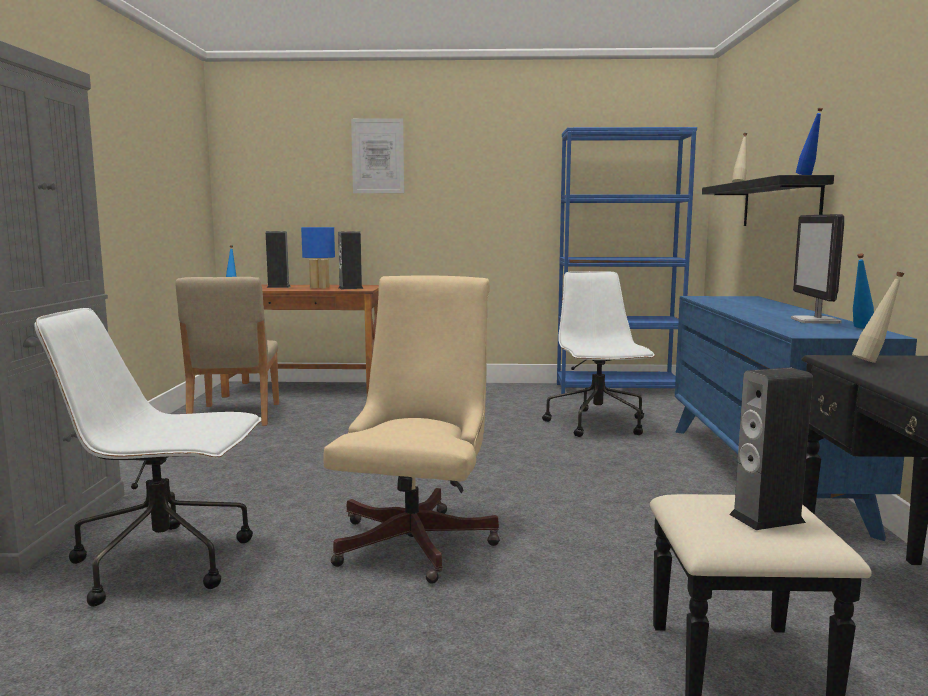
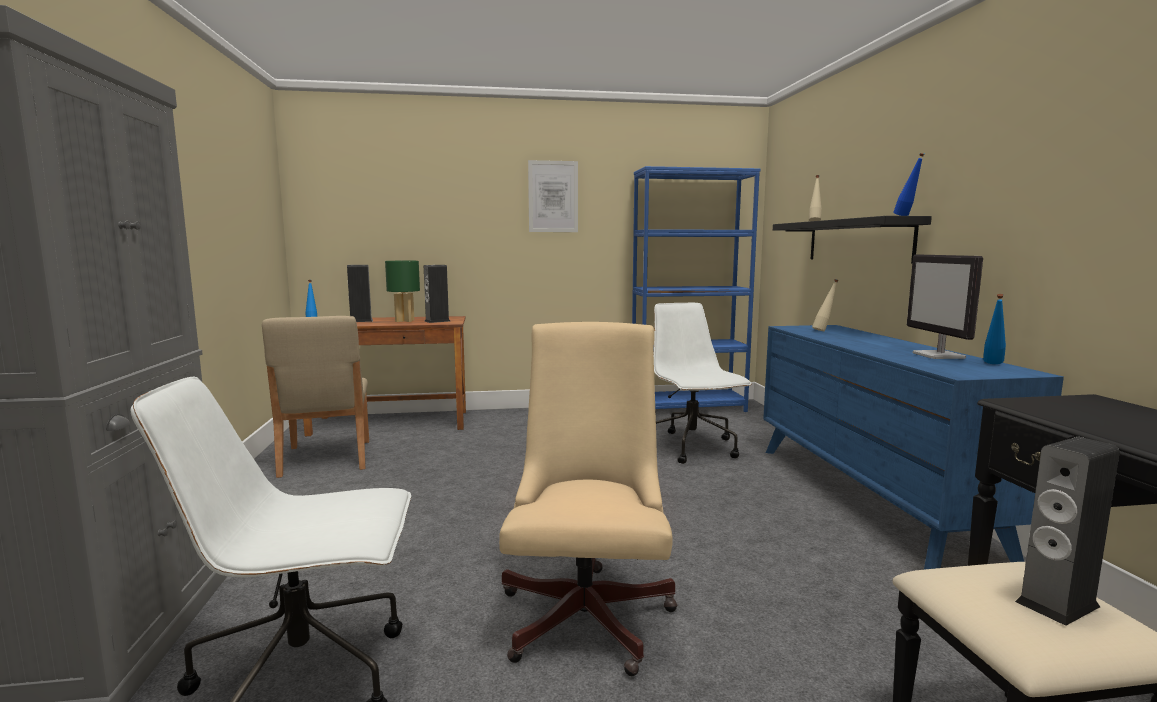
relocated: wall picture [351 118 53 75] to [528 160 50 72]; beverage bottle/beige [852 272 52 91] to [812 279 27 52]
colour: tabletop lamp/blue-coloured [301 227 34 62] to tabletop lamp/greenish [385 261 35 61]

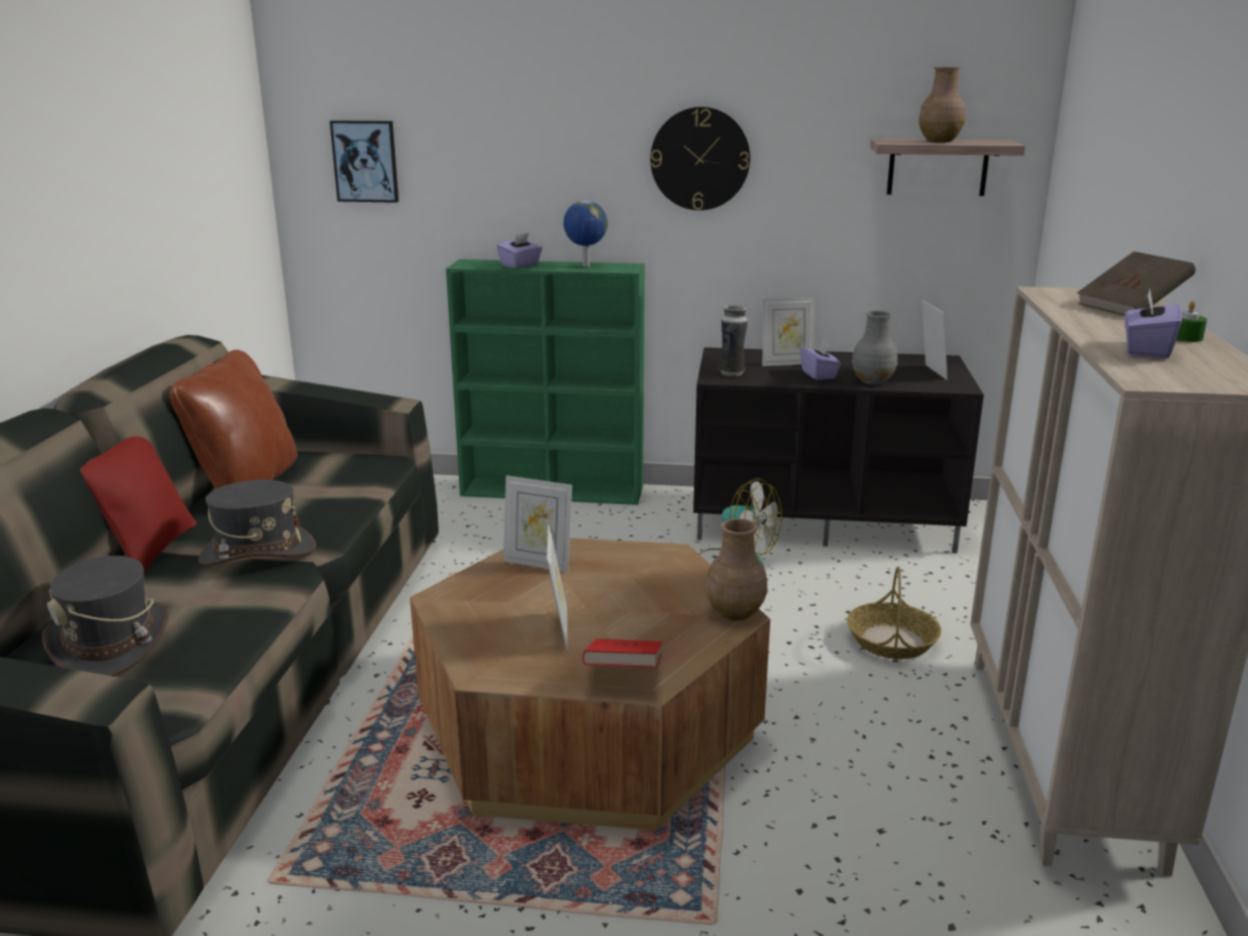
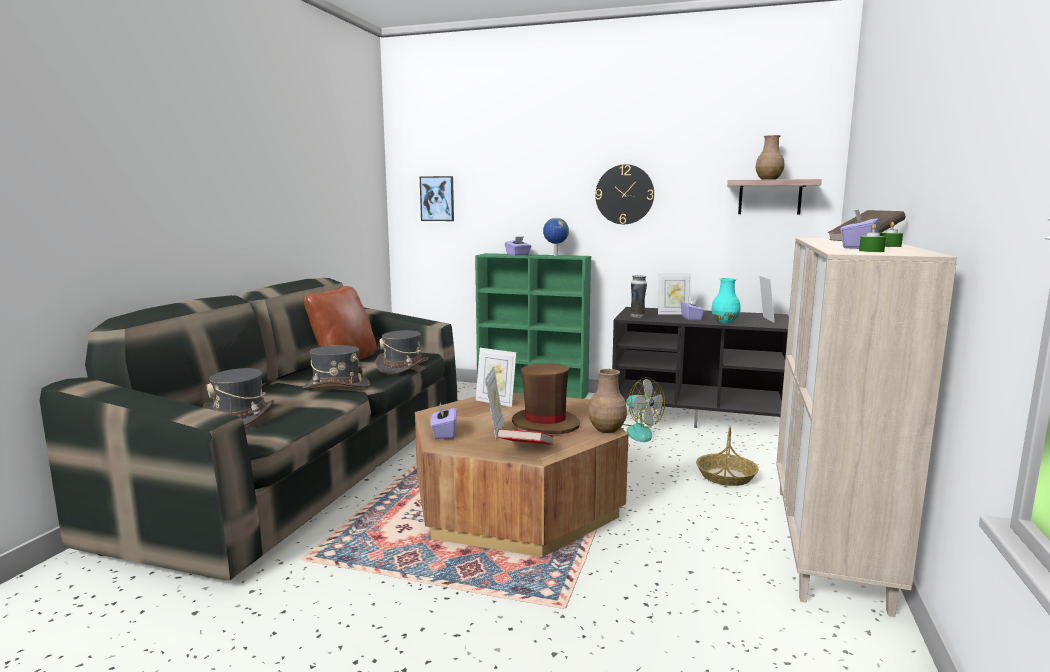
missing: pillow/red-coloured [80 436 117 137]
appeared: wearable hat/greyish [375 330 54 45]; tissue box/purple-coloured [430 402 27 37]; wearable hat/brownish [512 363 68 71]; wax light/greenish [859 224 27 28]
colour: decorative vase/greyish [852 311 46 74] to decorative vase/turquoise [712 278 29 45]

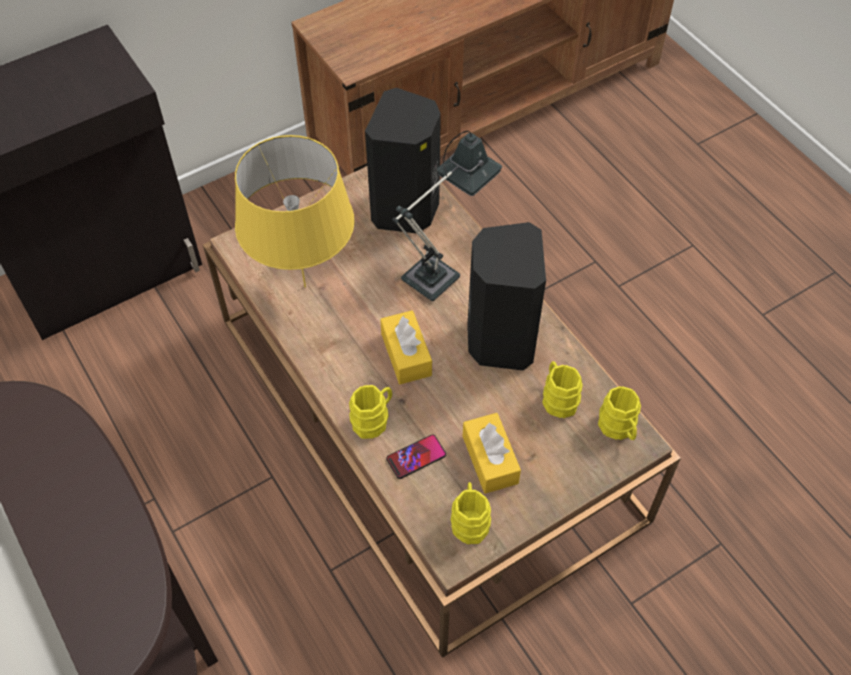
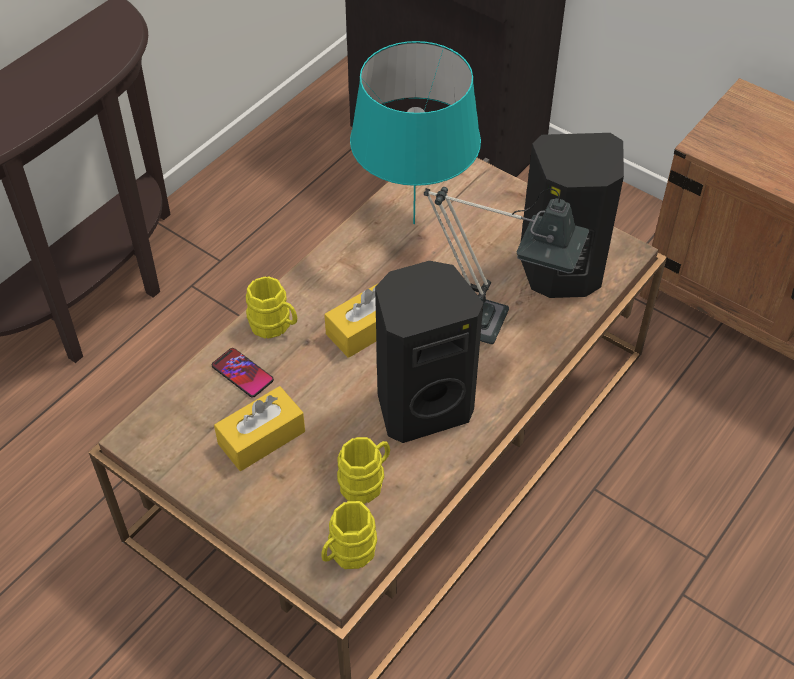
missing: mug/yellow [451 482 40 62]
colour: tabletop lamp/yellow [235 135 120 153] to tabletop lamp/turquoise [350 41 131 183]

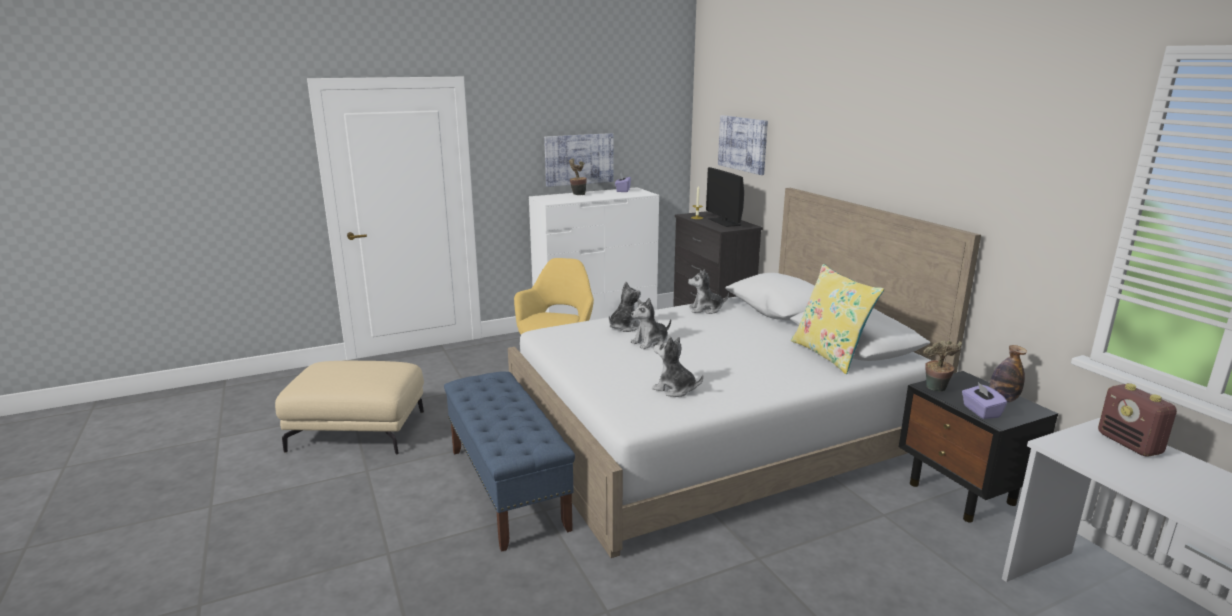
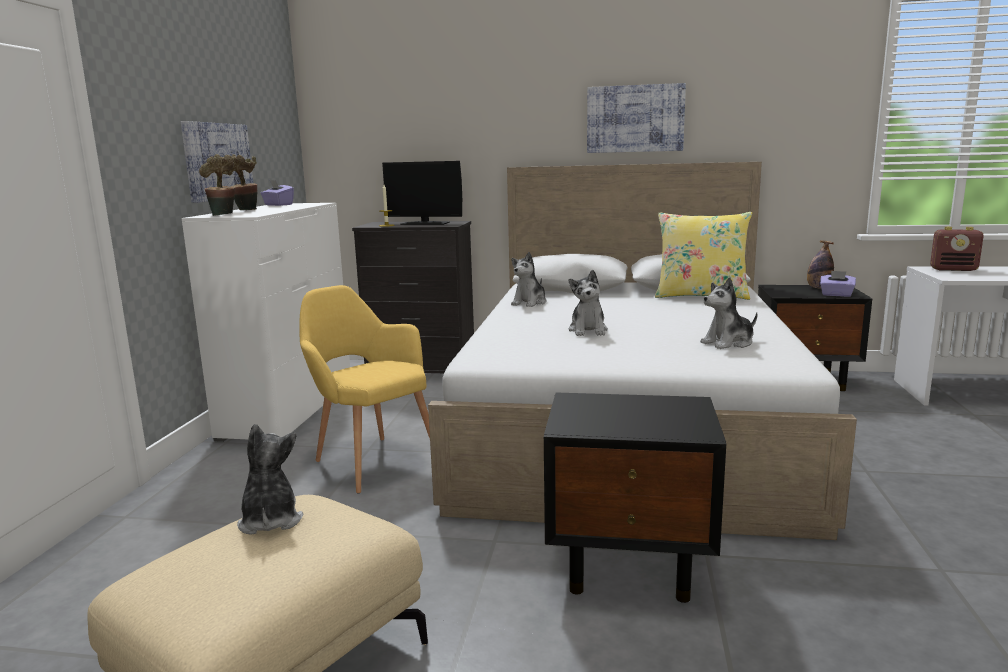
relocated: houseplant [923 340 39 51] to [199 154 36 61]; plush toy [609 282 32 50] to [237 424 66 111]; wall picture [718 115 50 60] to [587 83 99 70]
exchanged: bench/blue-coloured [444 371 131 181] to bedside table/black [544 393 182 210]

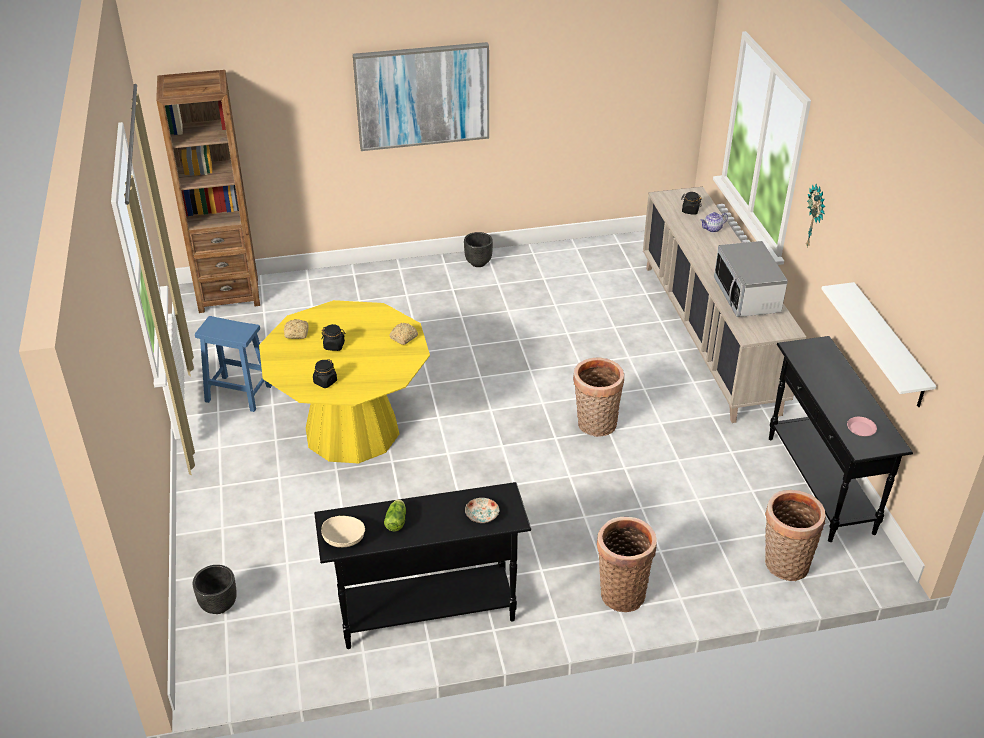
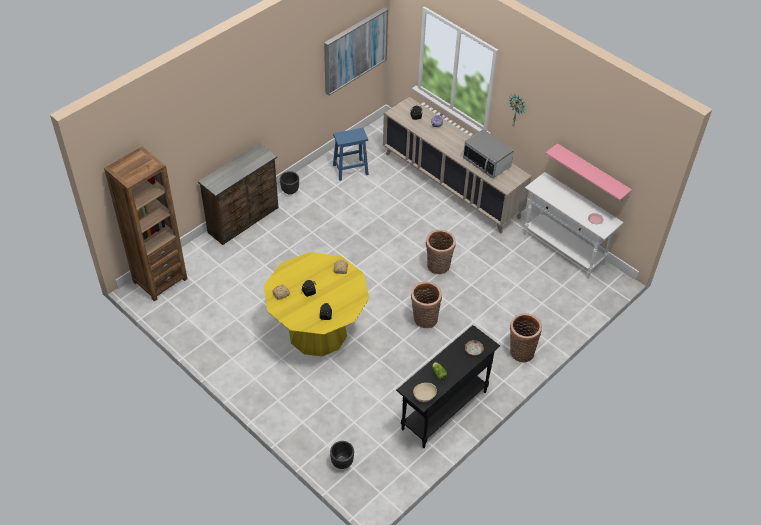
appeared: dresser/brownish [198 143 81 102]
relocated: wall picture [353 42 136 109] to [324 7 64 89]; sitting stool/blue-coloured [195 316 77 96] to [333 128 36 53]; storage basket [765 490 61 91] to [411 282 31 46]
colour: narrow table/black [769 336 144 206] to narrow table/whitish [524 172 100 106]; shelf/whitish [821 282 115 125] to shelf/pink-coloured [545 143 87 57]

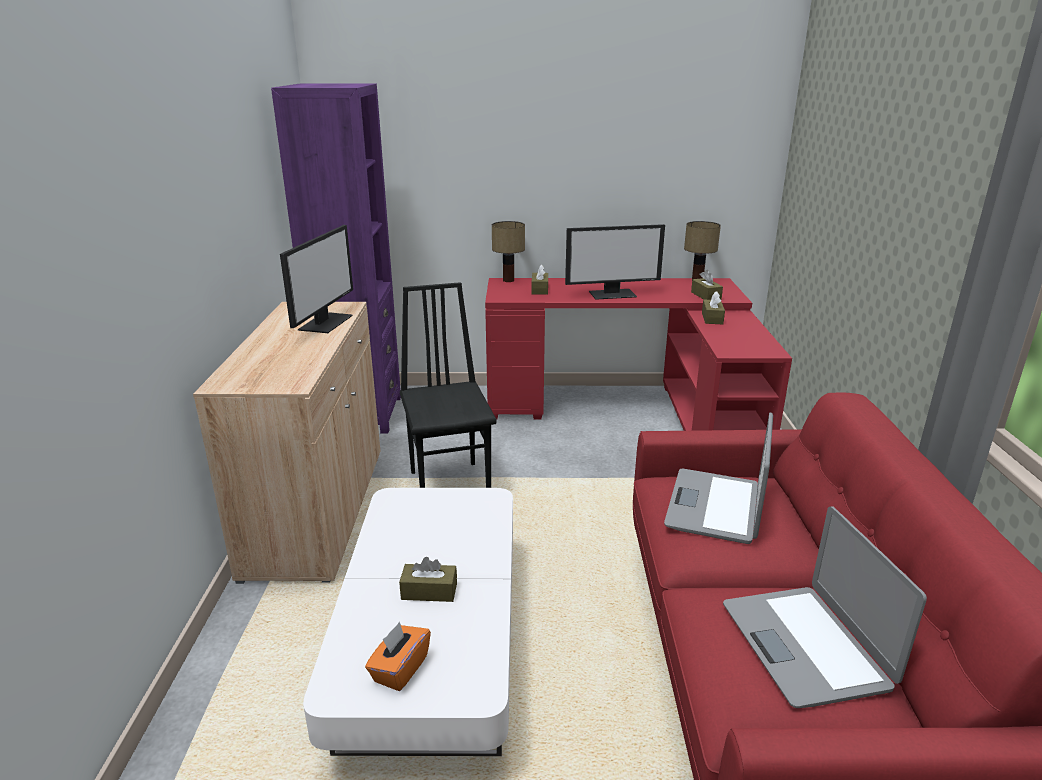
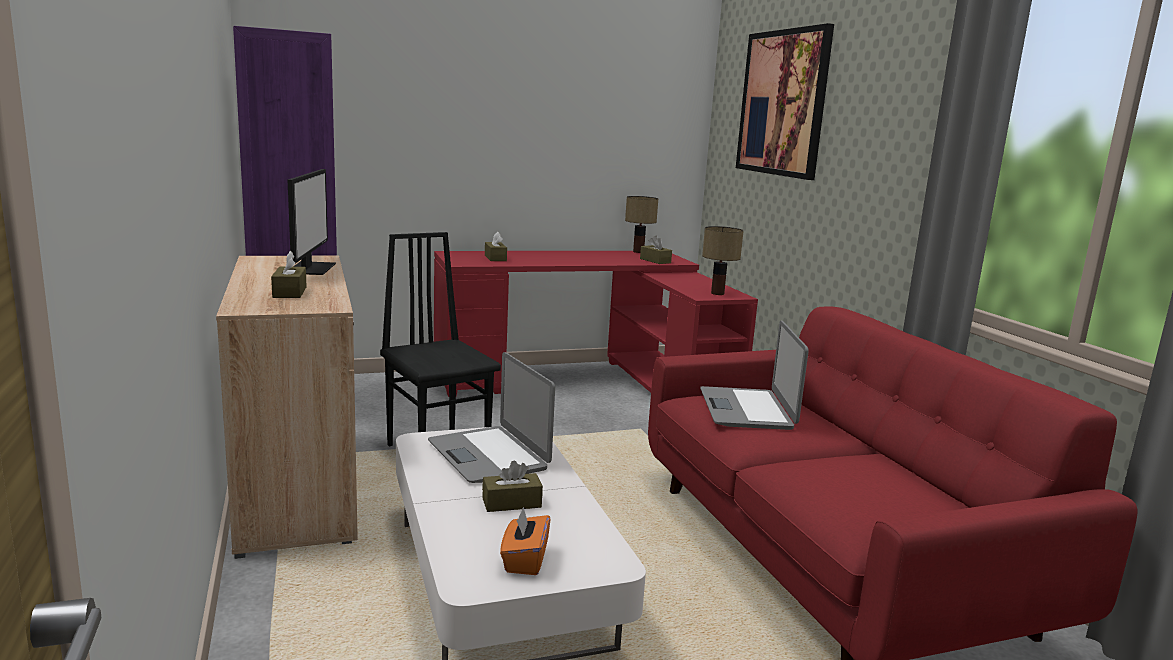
missing: computer screen [565 224 100 76]
appeared: wall picture [736 23 98 157]
relocated: tissue box/brownish [702 292 23 32] to [271 251 36 47]; portable computer [723 507 204 201] to [428 352 127 131]; tabletop lamp [492 221 33 61] to [702 226 42 69]

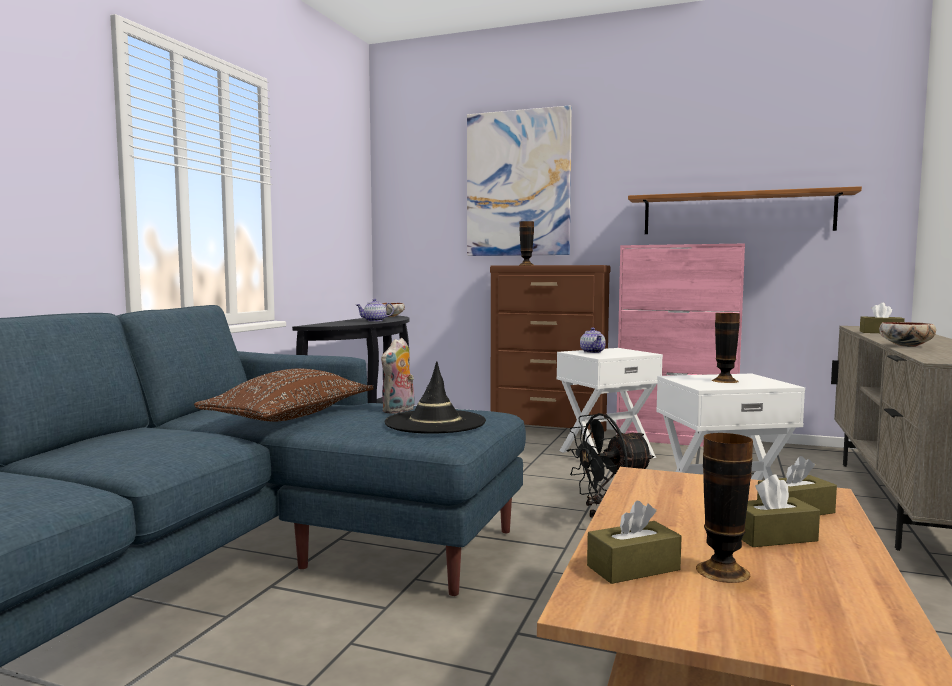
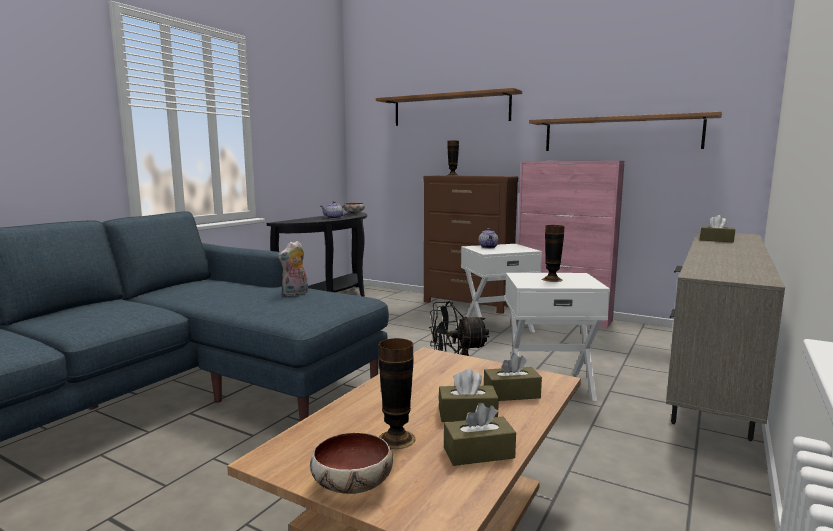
missing: pillow/brownish [194 369 180 52]; wearable hat/black [384 361 102 73]
relocated: serving bowl [879 322 57 25] to [310 433 83 61]; tissue box/brownish [587 501 95 83] to [444 403 72 63]
exchanged: wall picture [467 105 105 151] to shelf [376 88 146 38]

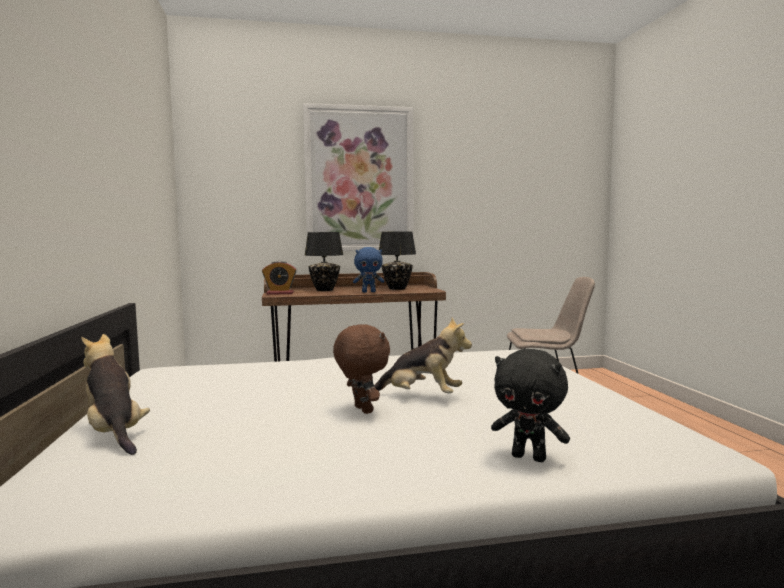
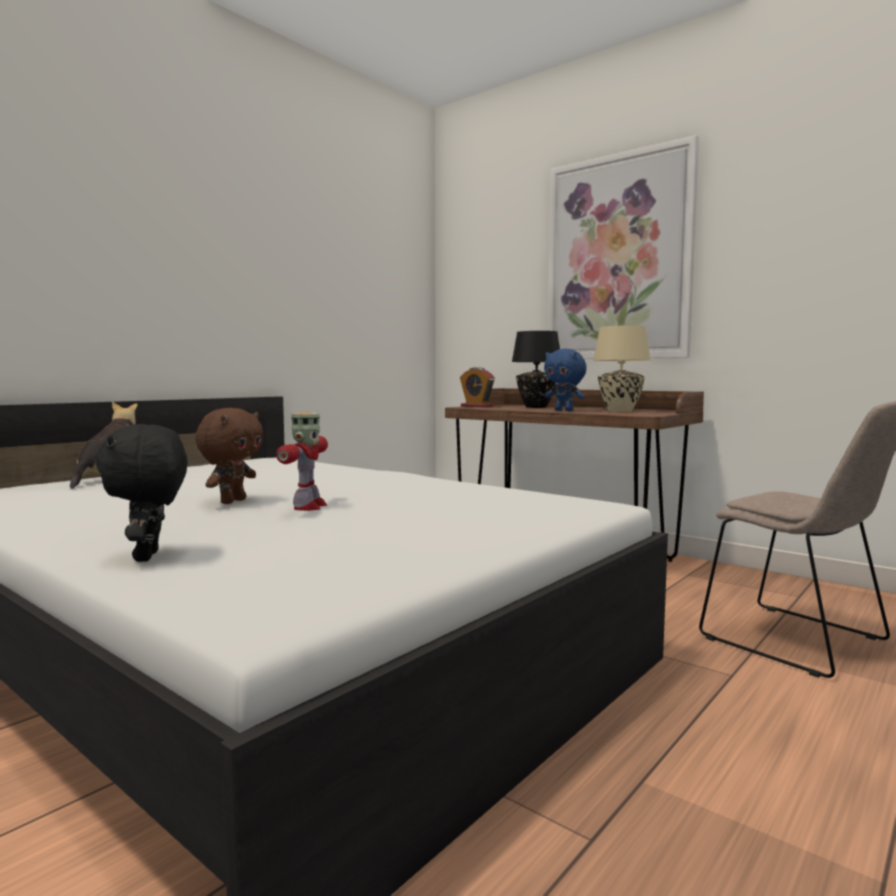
exchanged: plush toy [374 318 98 75] to toy robot [276 412 52 99]
colour: tabletop lamp/black [379 231 37 59] to tabletop lamp/beige [593 325 57 87]

